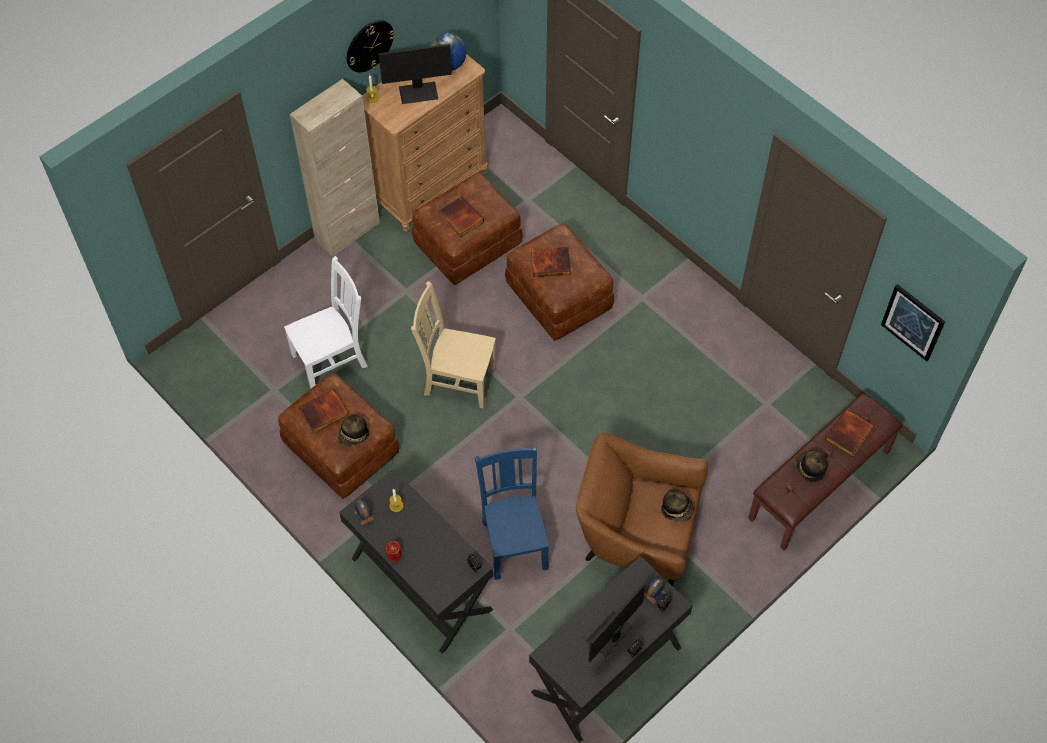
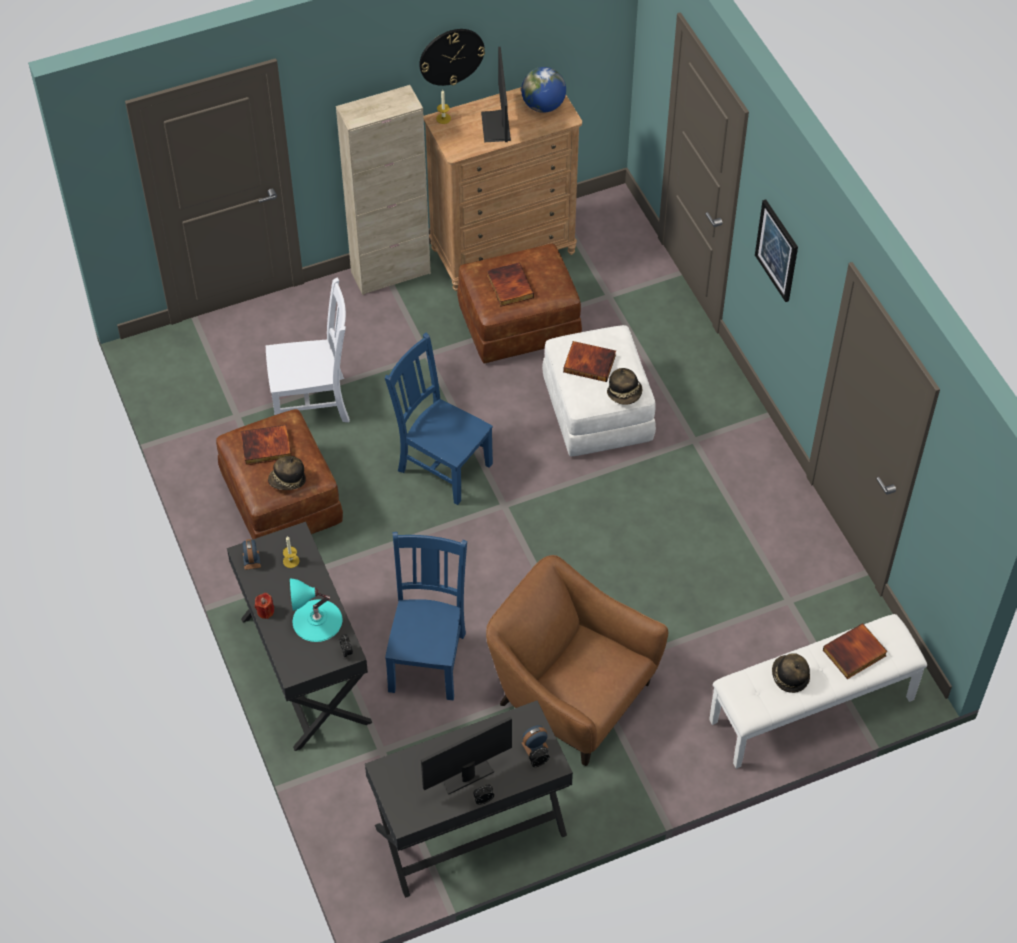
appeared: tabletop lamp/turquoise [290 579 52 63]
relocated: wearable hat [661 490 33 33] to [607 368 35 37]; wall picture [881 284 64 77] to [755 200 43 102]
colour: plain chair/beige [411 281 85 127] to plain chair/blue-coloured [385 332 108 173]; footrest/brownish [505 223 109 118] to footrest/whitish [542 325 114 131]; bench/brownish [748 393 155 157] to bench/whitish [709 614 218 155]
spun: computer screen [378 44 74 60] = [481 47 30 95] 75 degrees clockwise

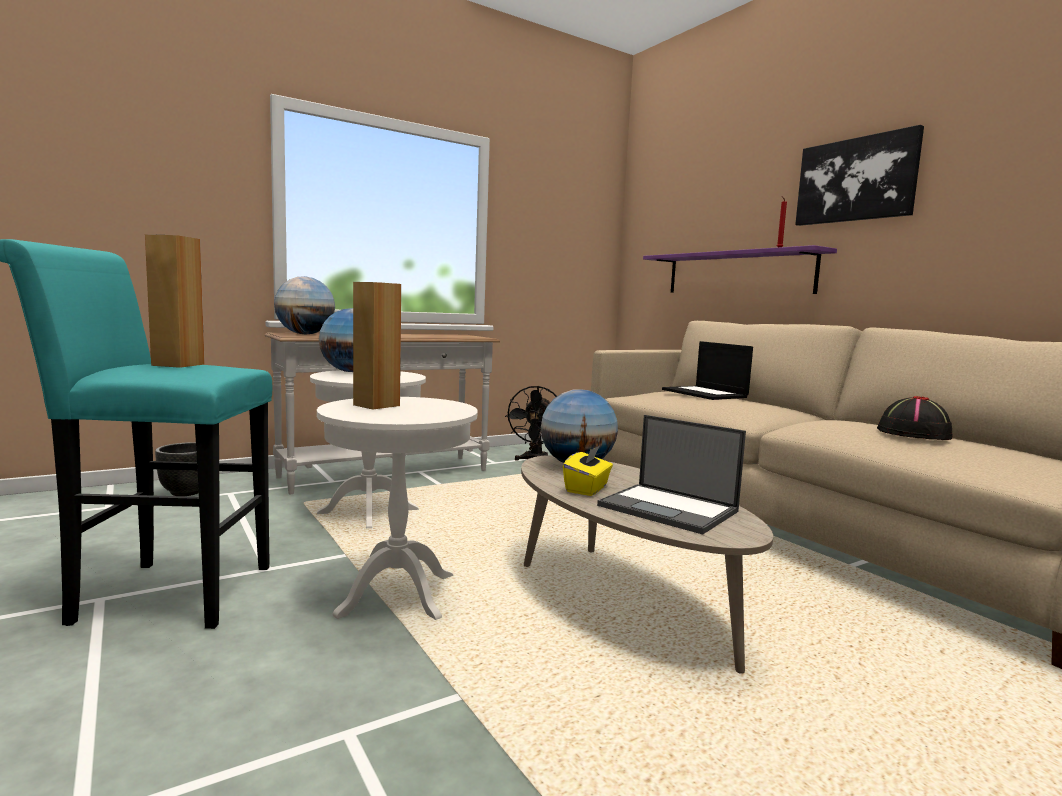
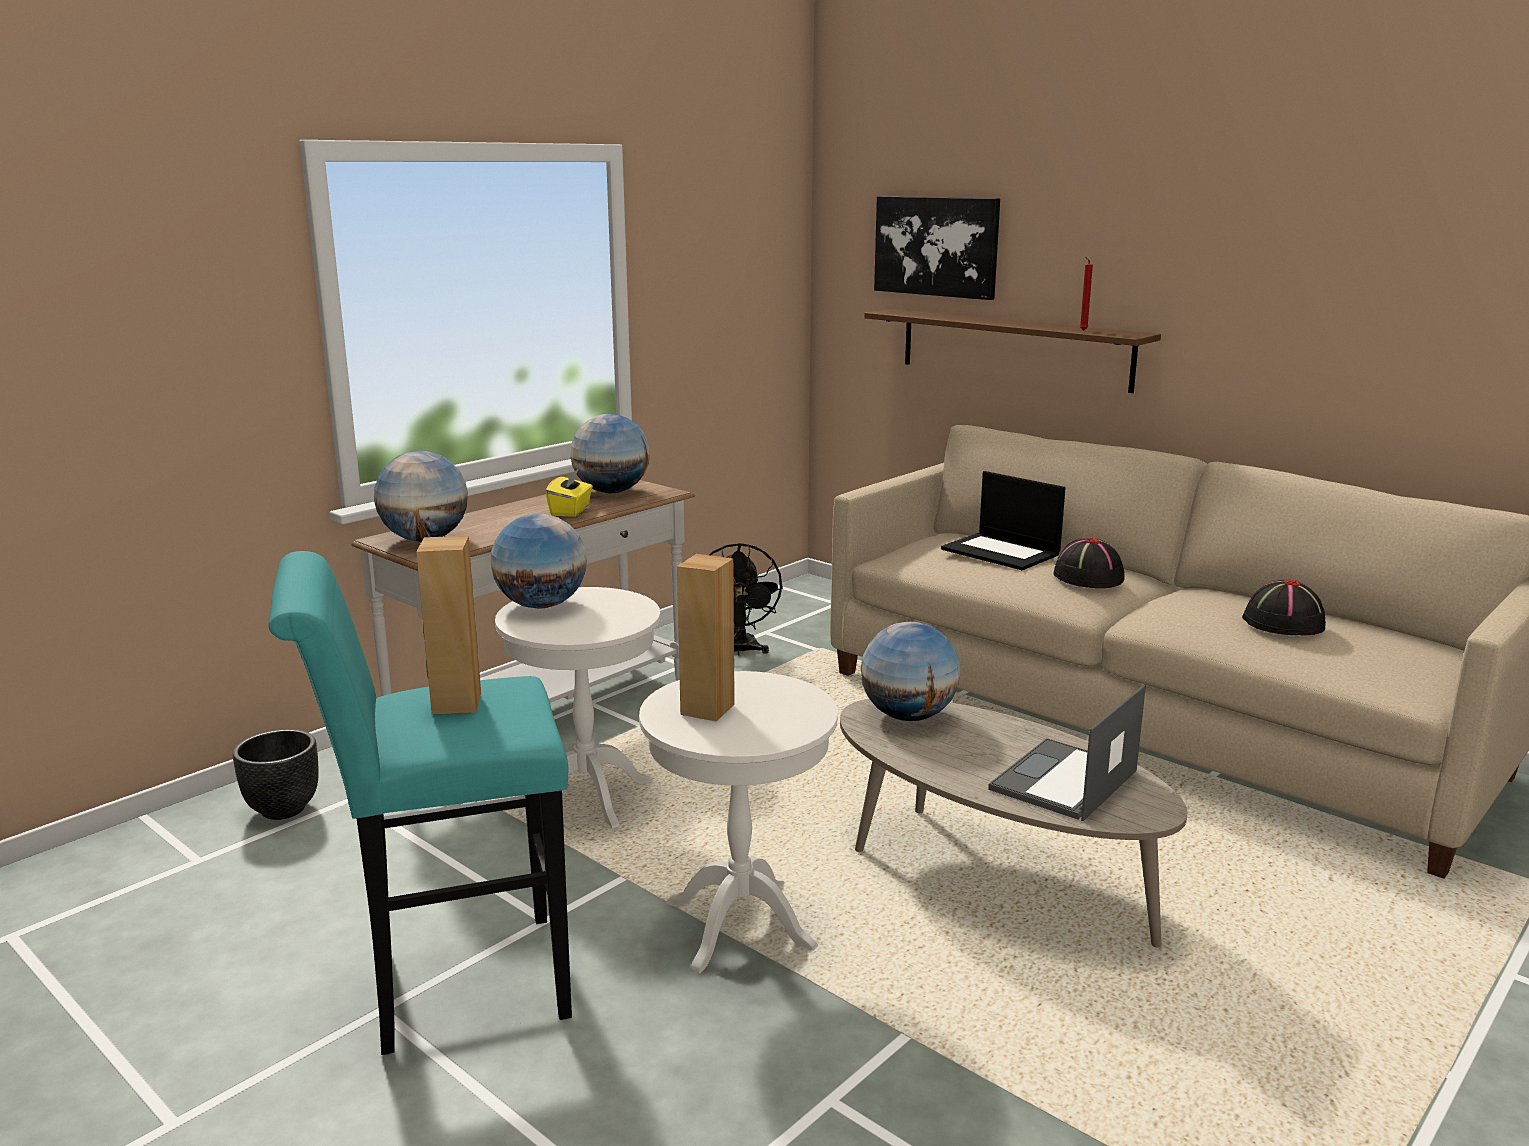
appeared: world globe [570 414 80 79]; wearable hat/black [1053 538 72 50]
relocated: tissue box/yellow [563 446 50 50] to [546 469 47 48]; wall picture [795 125 129 101] to [874 196 126 104]
colour: shelf/purple-coloured [643 245 194 49] to shelf/brownish [864 309 297 84]
spun: portable computer [597 415 149 119] = [988 685 158 136] 105 degrees clockwise

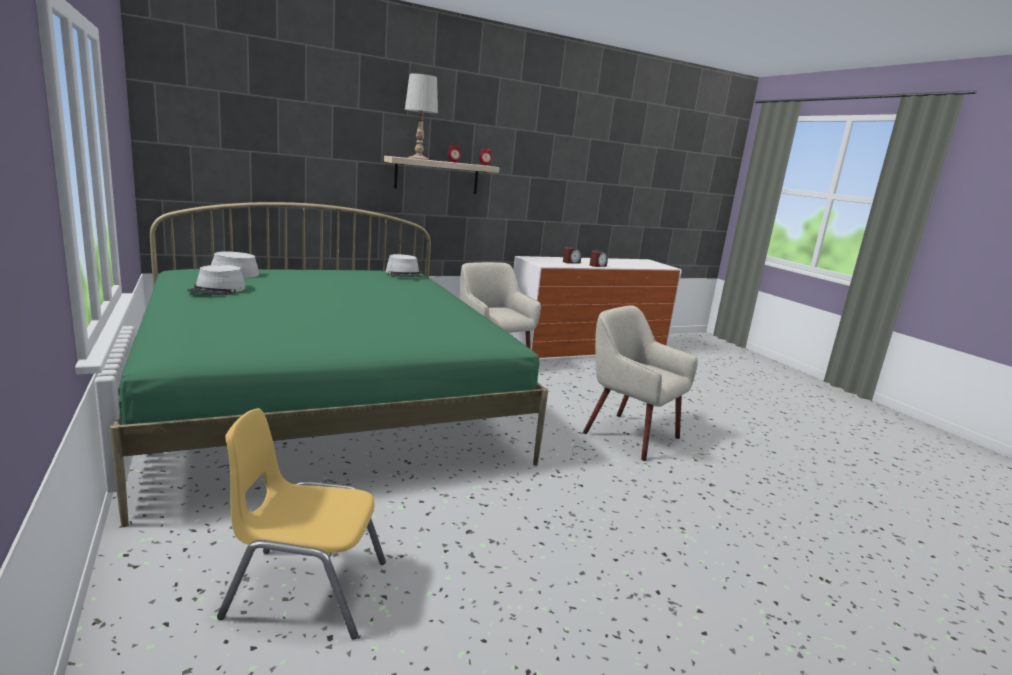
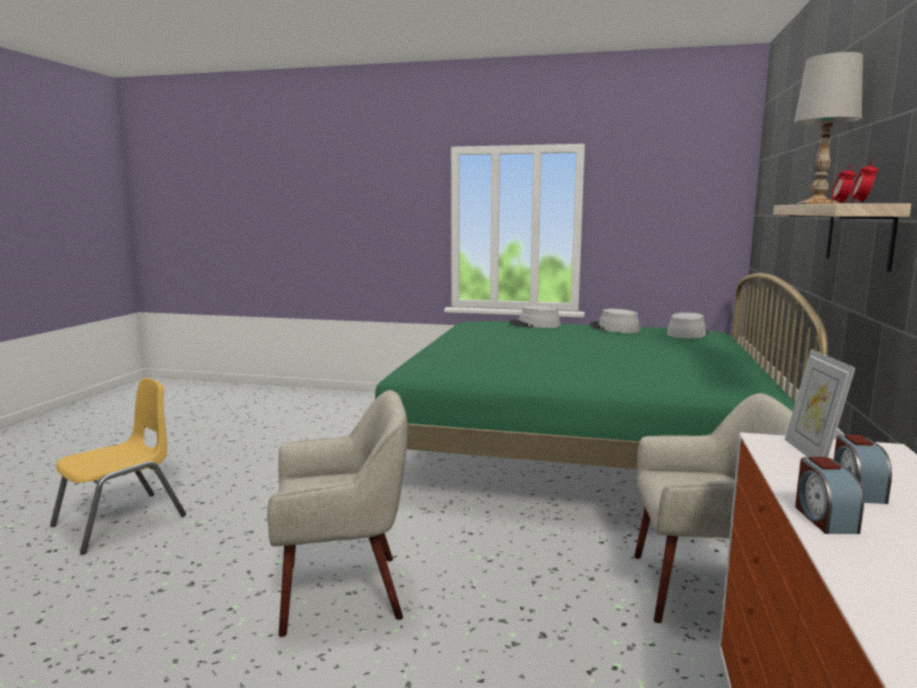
appeared: photo frame [785 349 70 109]
relocated: plain chair/yellow [217 408 169 231] to [50 378 136 176]; wearable hat/greyish [386 254 36 23] to [509 306 52 22]

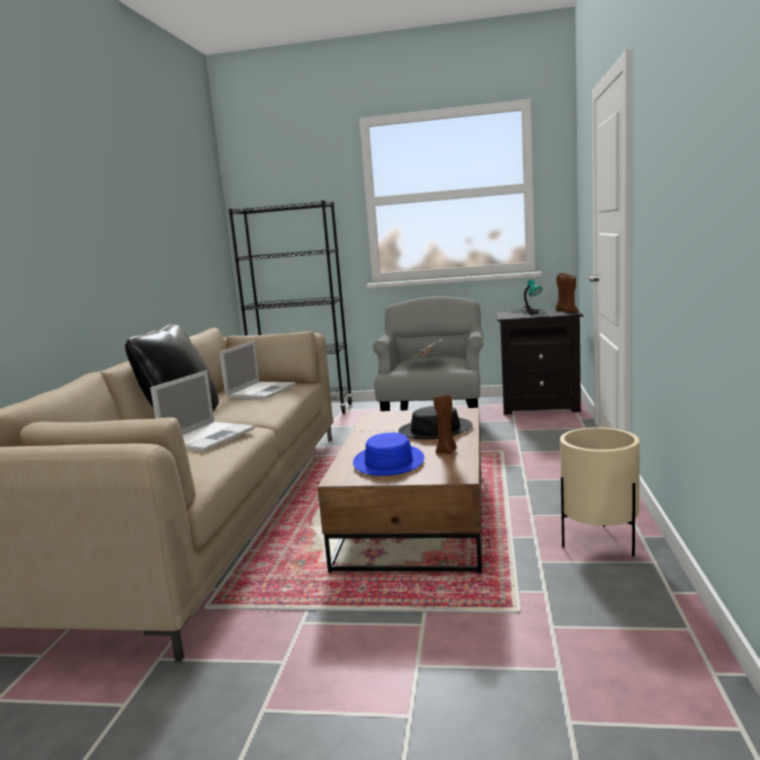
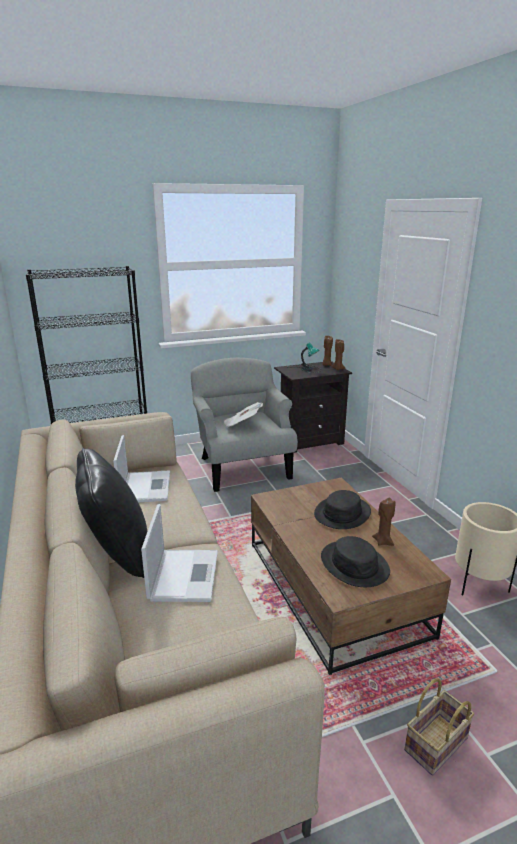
appeared: storage basket [404 678 70 98]
colour: wearable hat/blue-coloured [353 432 71 44] to wearable hat/black [321 536 69 51]

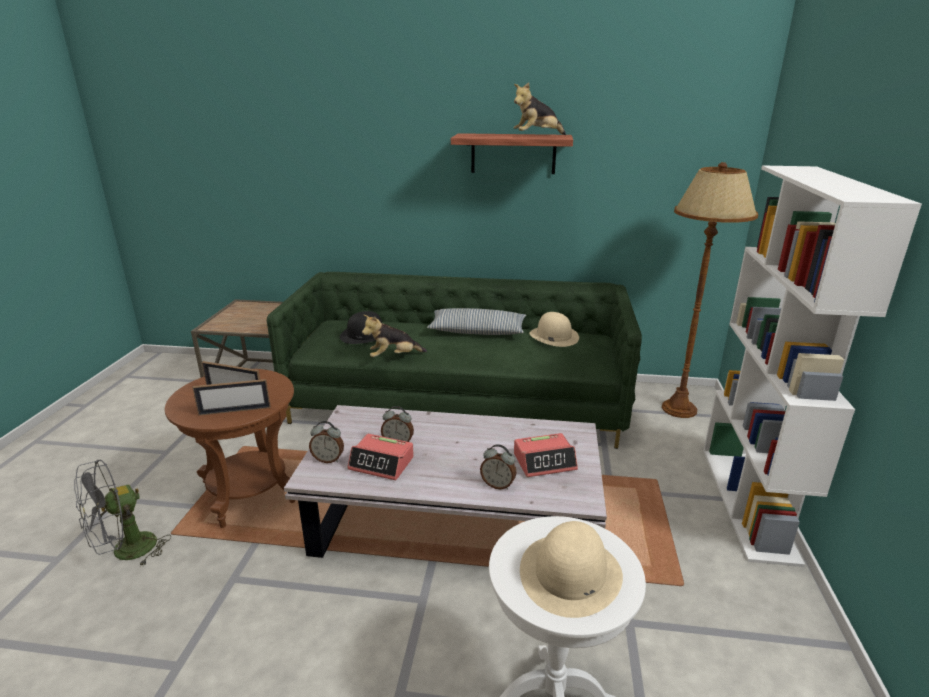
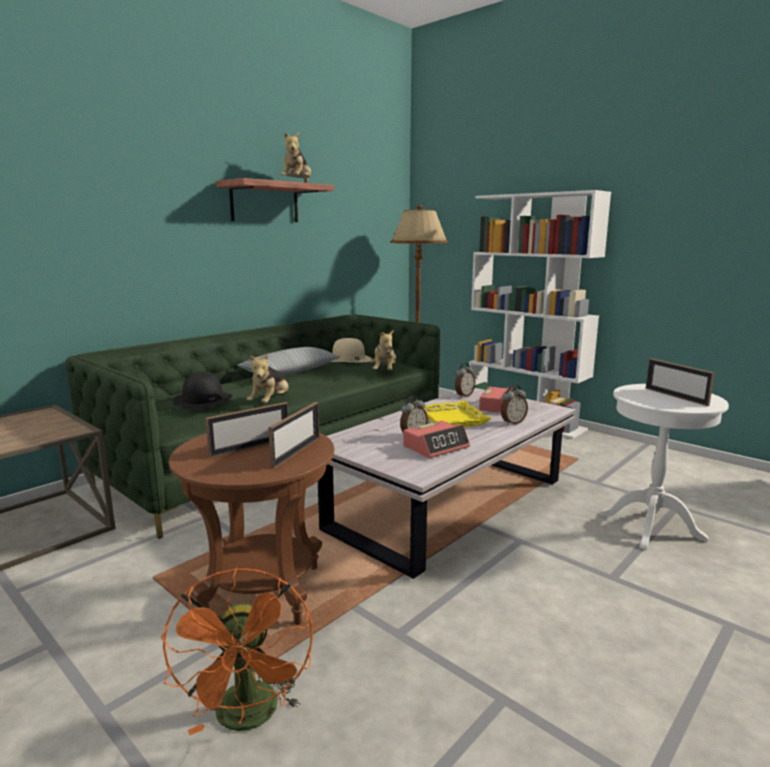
appeared: plush toy [370 329 26 41]; serving tray/yellow [424 400 67 27]
relocated: alarm clock [309 421 35 42] to [455 363 20 35]
exchanged: wearable hat/beige [520 521 103 97] to photo frame [646 358 68 48]
colour: cooling fan/greyish [74 460 97 107] to cooling fan/orange [161 568 152 167]

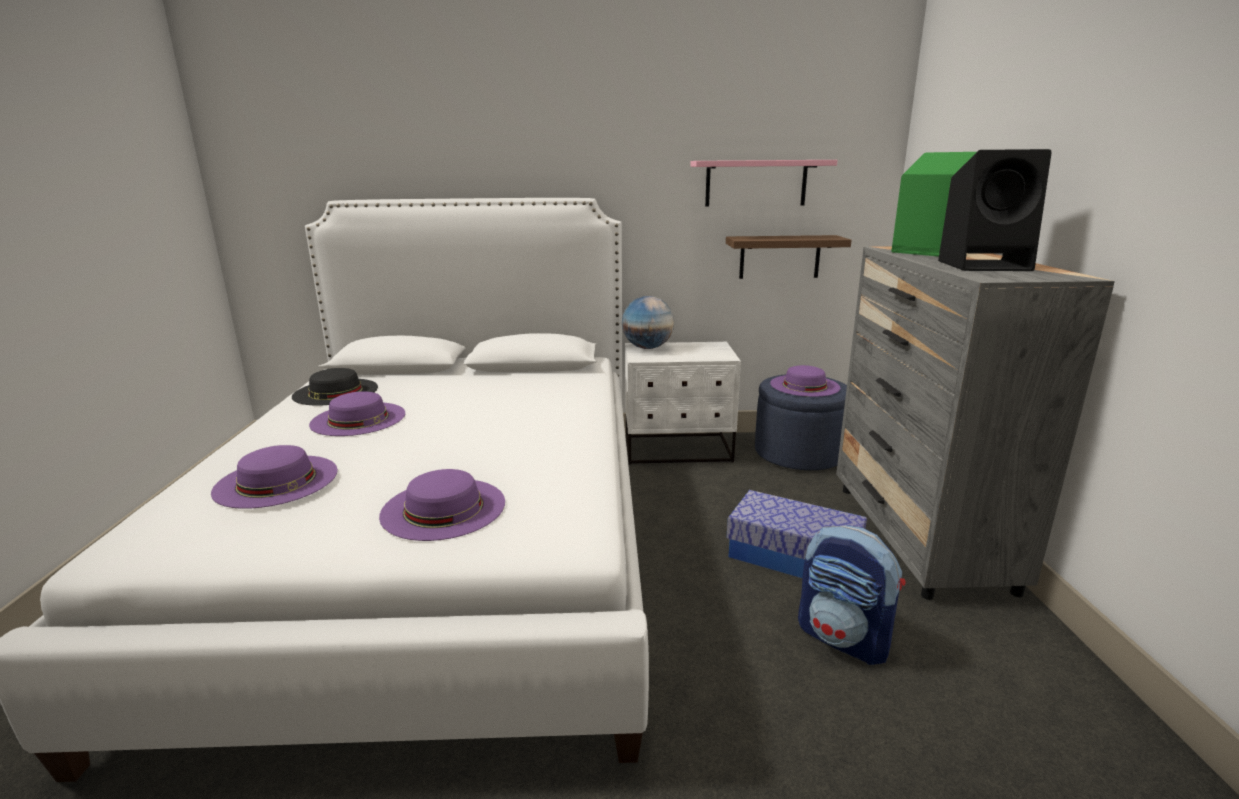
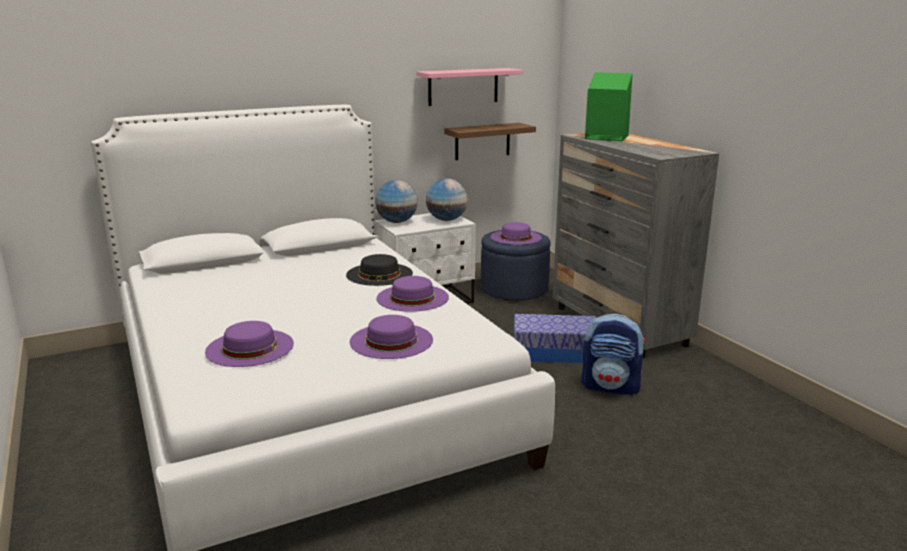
missing: speaker/black [938 149 114 122]
appeared: world globe [426 178 42 43]
relocated: wearable hat/black [292 368 86 38] to [346 254 67 32]; wearable hat/purple-coloured [309 391 96 45] to [376 276 73 36]

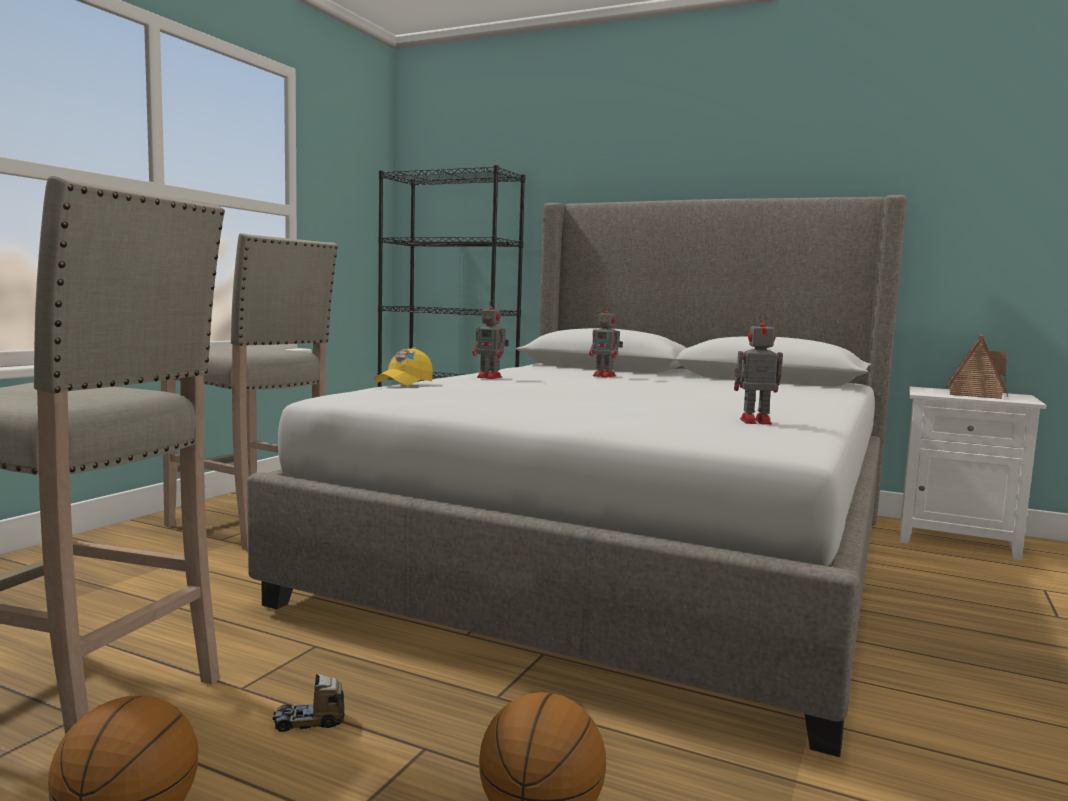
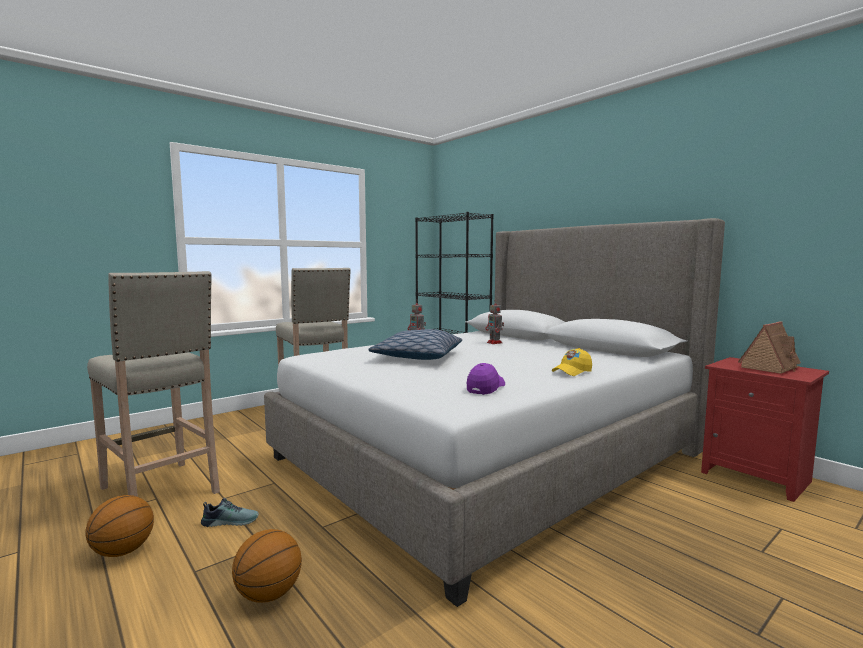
appeared: pillow [368 329 94 31]
relocated: peaked cap/yellow [374 347 59 39] to [552 348 40 28]
exchanged: toy truck [273 674 72 58] to item of footwear [201 498 58 29]; toy robot [734 313 49 112] to peaked cap/purple-coloured [467 363 38 32]
colour: bedside table/whitish [900 387 147 174] to bedside table/red-coloured [701 357 128 145]

